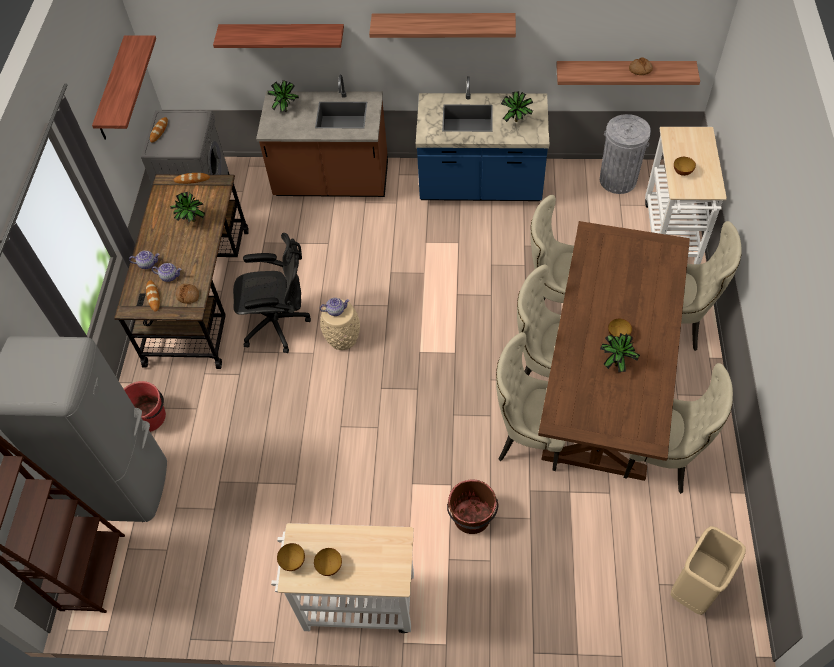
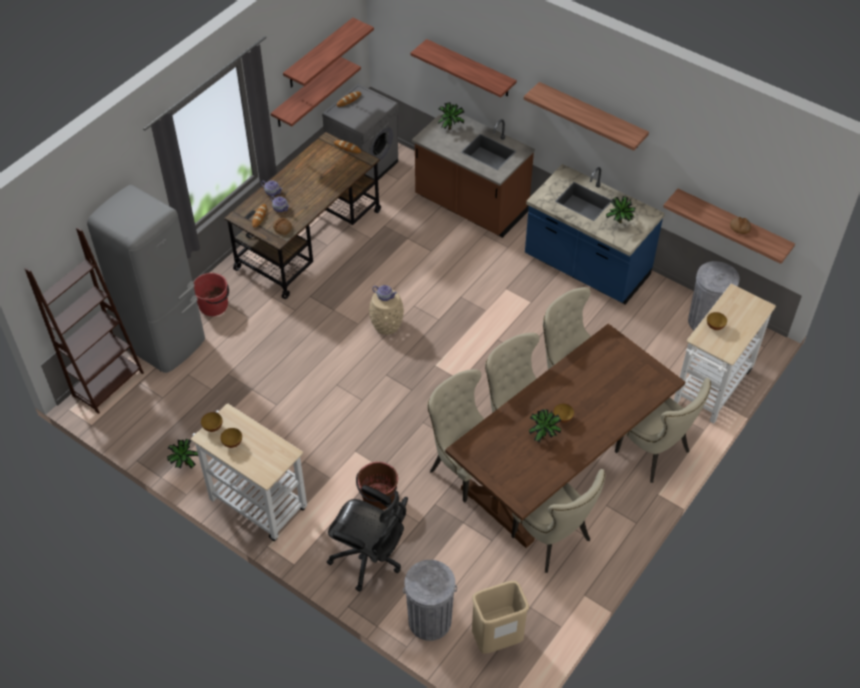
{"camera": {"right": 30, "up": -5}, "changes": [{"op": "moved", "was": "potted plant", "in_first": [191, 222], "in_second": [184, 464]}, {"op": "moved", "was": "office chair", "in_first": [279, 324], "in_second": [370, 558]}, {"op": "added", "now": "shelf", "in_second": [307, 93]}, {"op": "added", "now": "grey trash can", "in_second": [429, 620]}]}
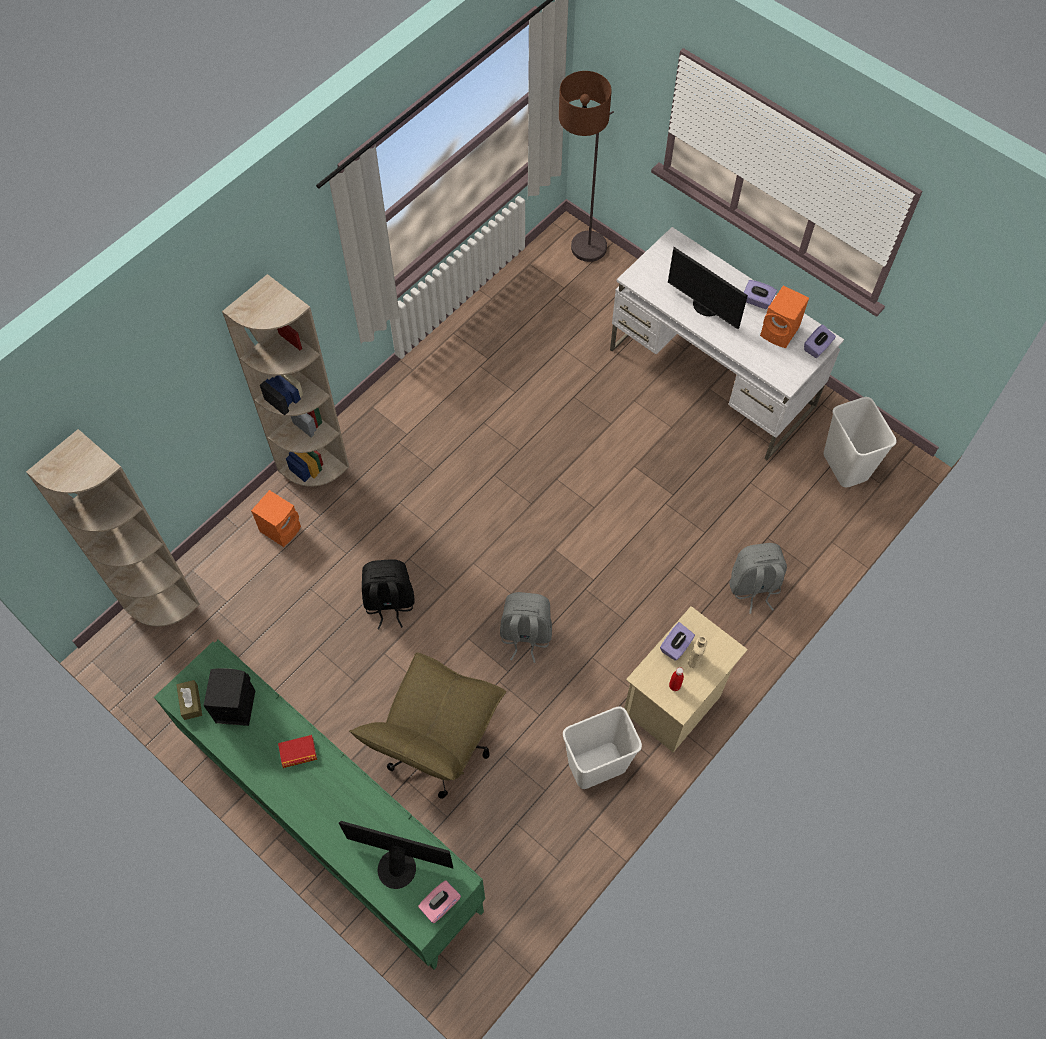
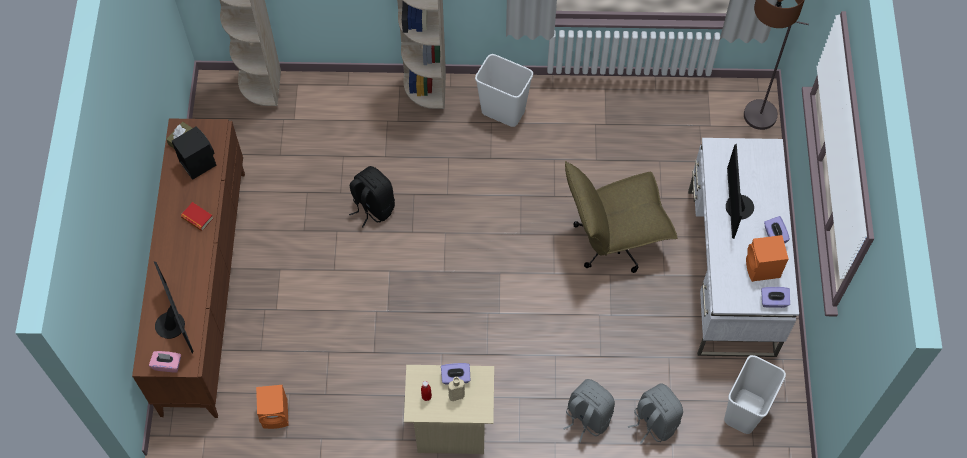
{"camera": {"right": 50, "up": 0}, "changes": [{"op": "moved", "was": "orange speaker", "in_first": [281, 528], "in_second": [276, 414]}, {"op": "moved", "was": "grey backpack", "in_first": [525, 635], "in_second": [653, 422]}, {"op": "recoloured", "was": "green cabinet", "now": "brown cabinet", "in_first": [331, 822], "in_second": [203, 289]}, {"op": "moved", "was": "beige office chair", "in_first": [438, 745], "in_second": [613, 240]}, {"op": "moved", "was": "white trash can", "in_first": [597, 766], "in_second": [502, 112]}]}
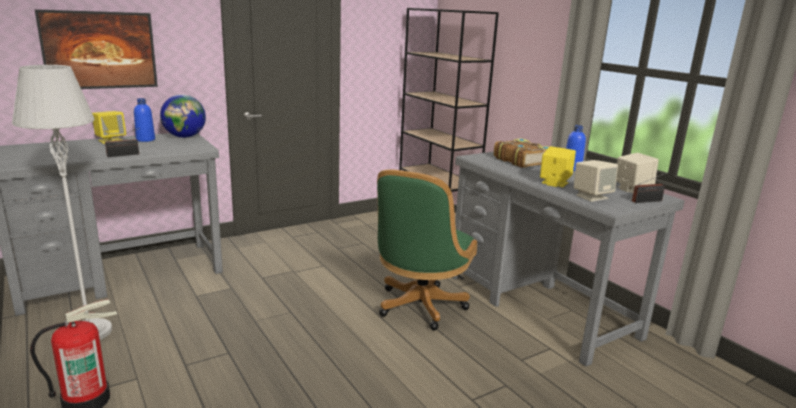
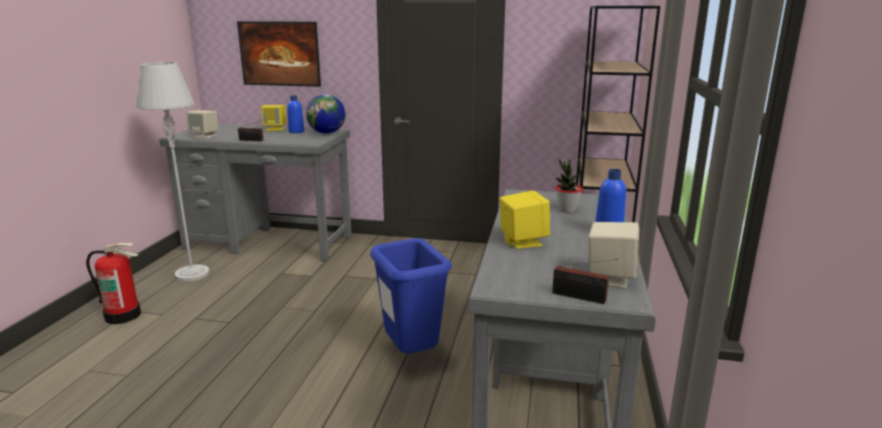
{"camera": {"right": 45, "up": 0}, "changes": [{"op": "replaced", "was": "book", "now": "potted plant", "in_first": [522, 161], "in_second": [567, 209]}, {"op": "moved", "was": "beige speaker", "in_first": [591, 196], "in_second": [205, 136]}, {"op": "replaced", "was": "green office chair", "now": "blue trash can", "in_first": [418, 310], "in_second": [411, 355]}]}
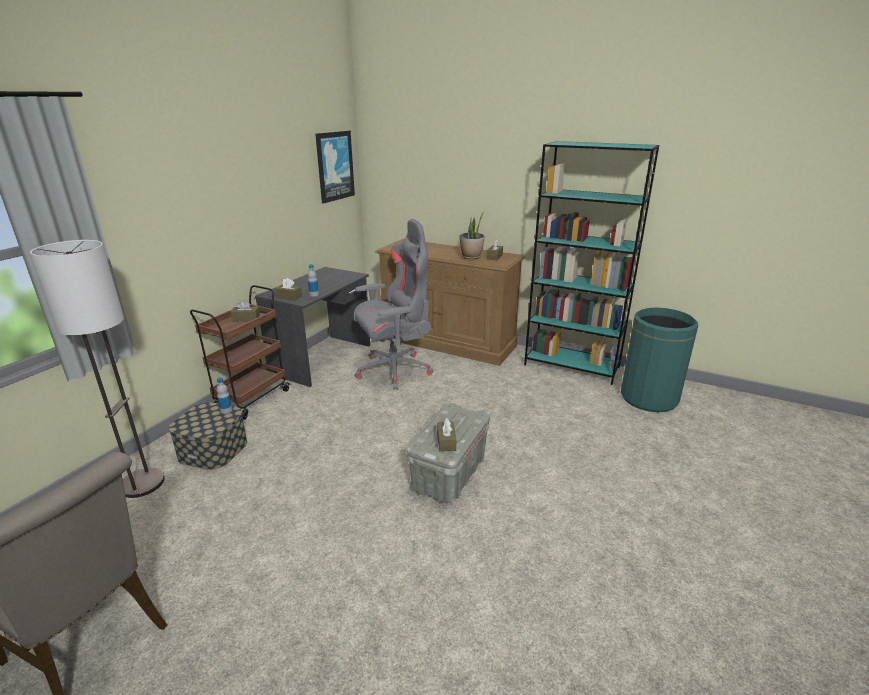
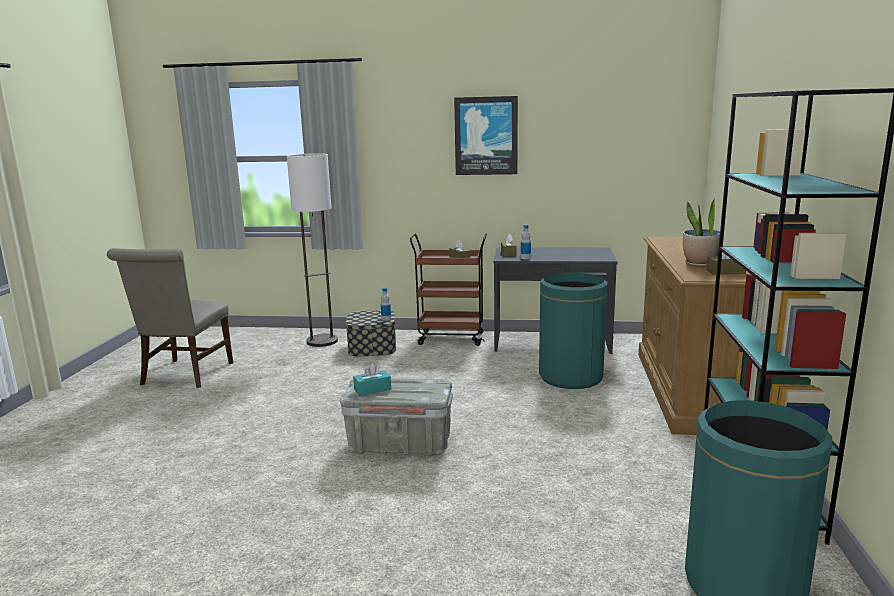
{"camera": {"right": 70, "up": -10}, "changes": [{"op": "moved", "was": "picture", "in_first": [334, 166], "in_second": [486, 136]}, {"op": "replaced", "was": "grey office chair", "now": "green trash can", "in_first": [393, 371], "in_second": [571, 377]}, {"op": "recoloured", "was": "brown tissue box", "now": "turquoise tissue box", "in_first": [446, 441], "in_second": [372, 389]}]}
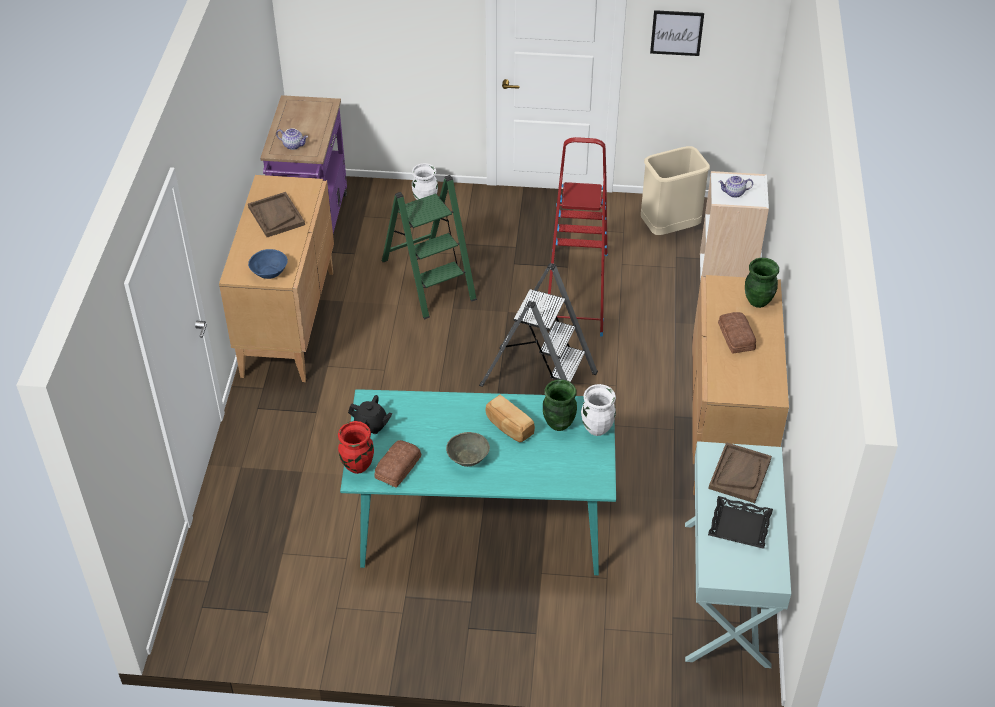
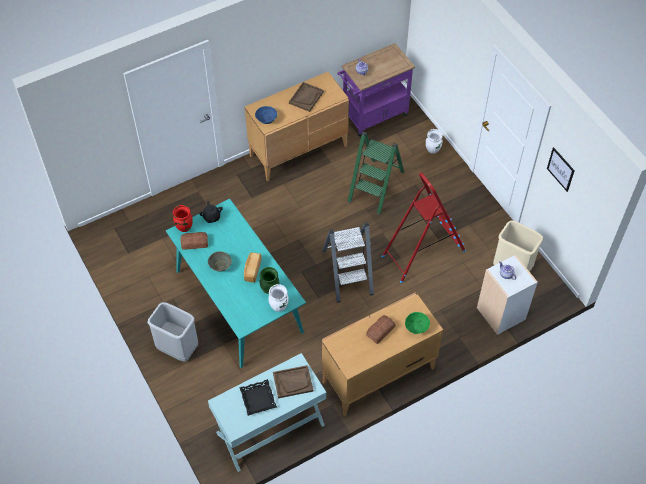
{"camera": {"right": 55, "up": 10}, "changes": [{"op": "replaced", "was": "green vase", "now": "green bowl", "in_first": [758, 301], "in_second": [417, 327]}, {"op": "added", "now": "grey trash can", "in_second": [177, 349]}]}
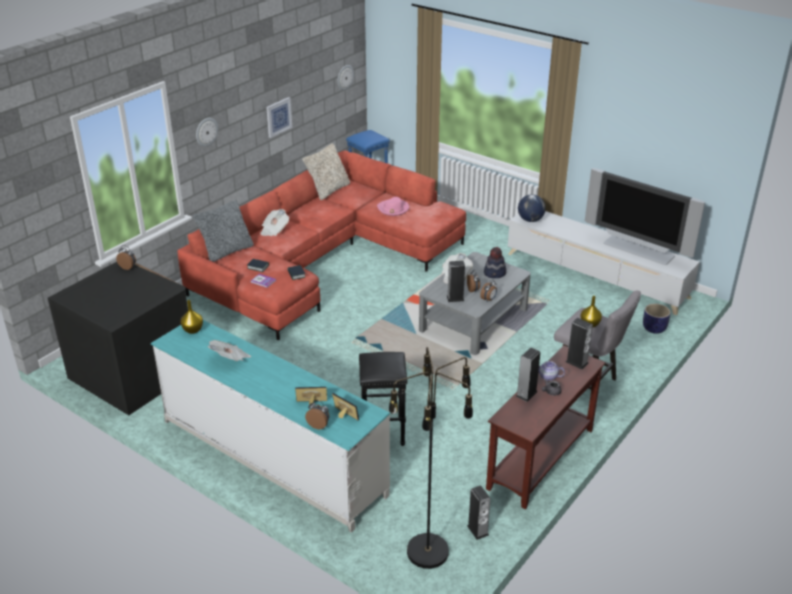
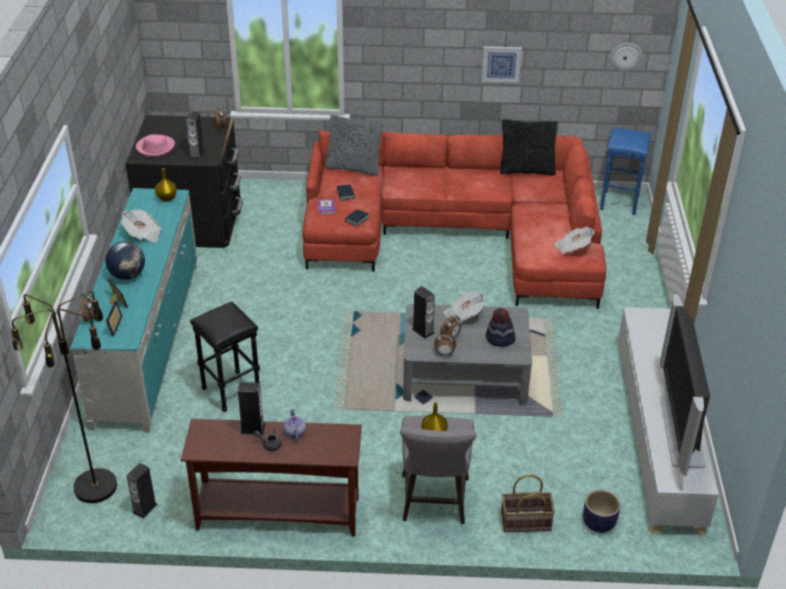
{"camera": {"right": 55, "up": 5}, "changes": [{"op": "removed", "was": "wall clock", "in_first": [206, 131]}, {"op": "recoloured", "was": "beige pillow", "now": "black pillow", "in_first": [328, 189], "in_second": [527, 168]}, {"op": "moved", "was": "globe", "in_first": [530, 220], "in_second": [128, 275]}, {"op": "moved", "was": "pink hat", "in_first": [393, 209], "in_second": [155, 147]}, {"op": "moved", "was": "newspaper", "in_first": [274, 230], "in_second": [572, 247]}, {"op": "moved", "was": "speaker", "in_first": [577, 362], "in_second": [197, 154]}, {"op": "added", "now": "basket", "in_second": [525, 522]}]}
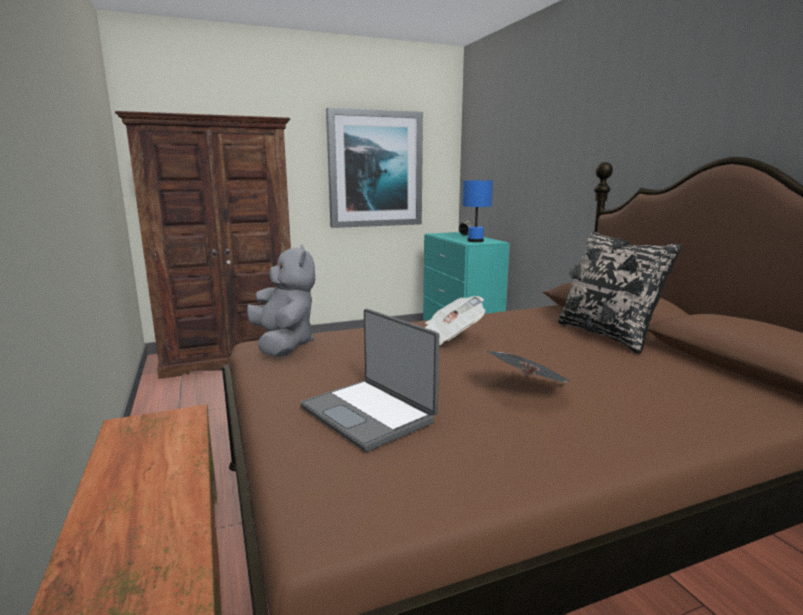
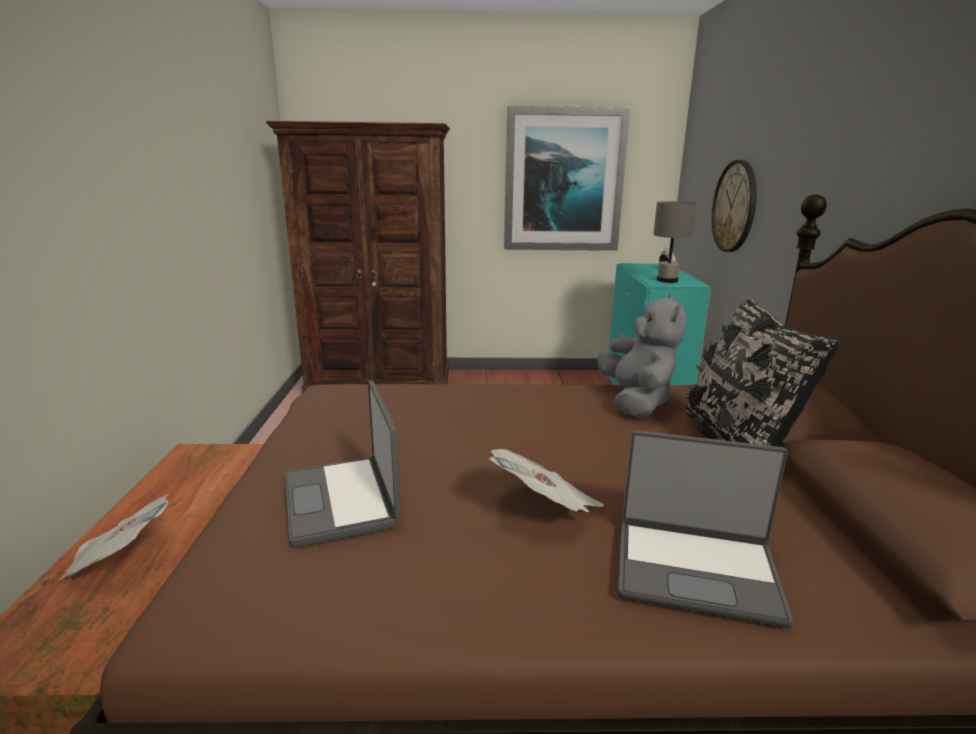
{"camera": {"right": 20, "up": 5}, "changes": [{"op": "recoloured", "was": "blue table lamp", "now": "grey table lamp", "in_first": [475, 241], "in_second": [667, 280]}, {"op": "moved", "was": "grey plush toy", "in_first": [283, 344], "in_second": [636, 401]}, {"op": "moved", "was": "newspaper", "in_first": [448, 338], "in_second": [122, 558]}, {"op": "added", "now": "wall clock", "in_second": [734, 206]}, {"op": "added", "now": "laptop", "in_second": [696, 570]}]}
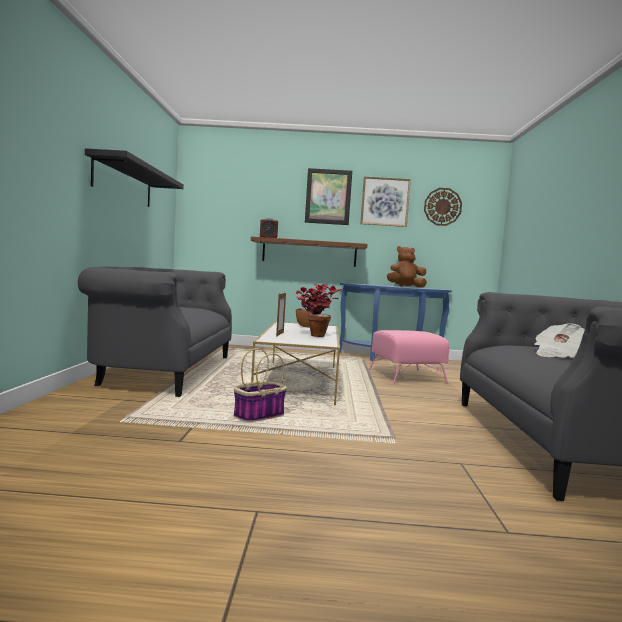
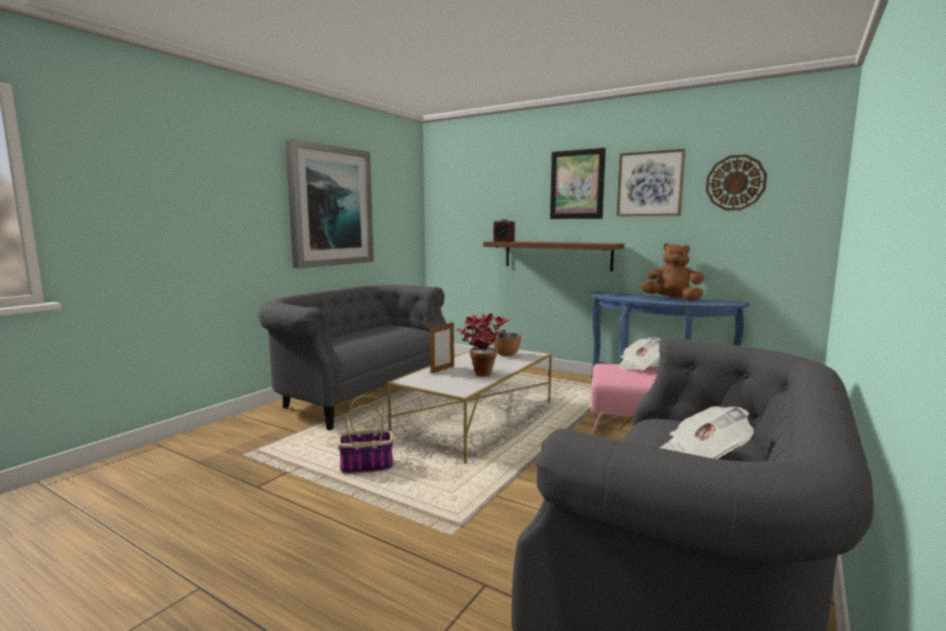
{"camera": {"right": 30, "up": 5}, "changes": [{"op": "replaced", "was": "black shelf", "now": "picture", "in_first": [124, 183], "in_second": [330, 206]}, {"op": "added", "now": "newspaper", "in_second": [640, 366]}]}
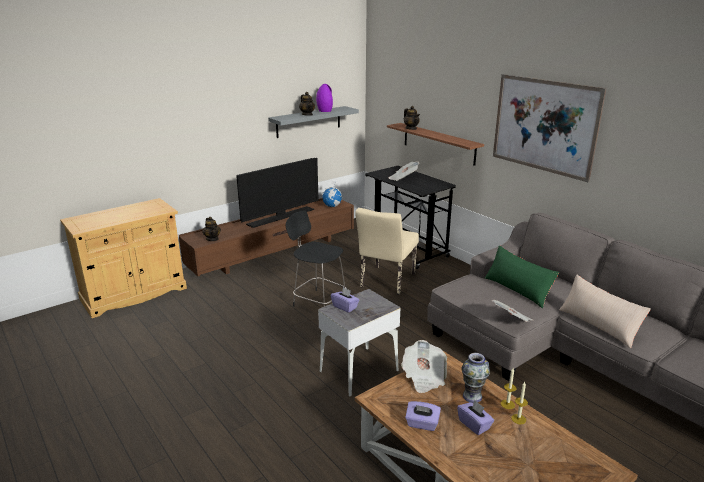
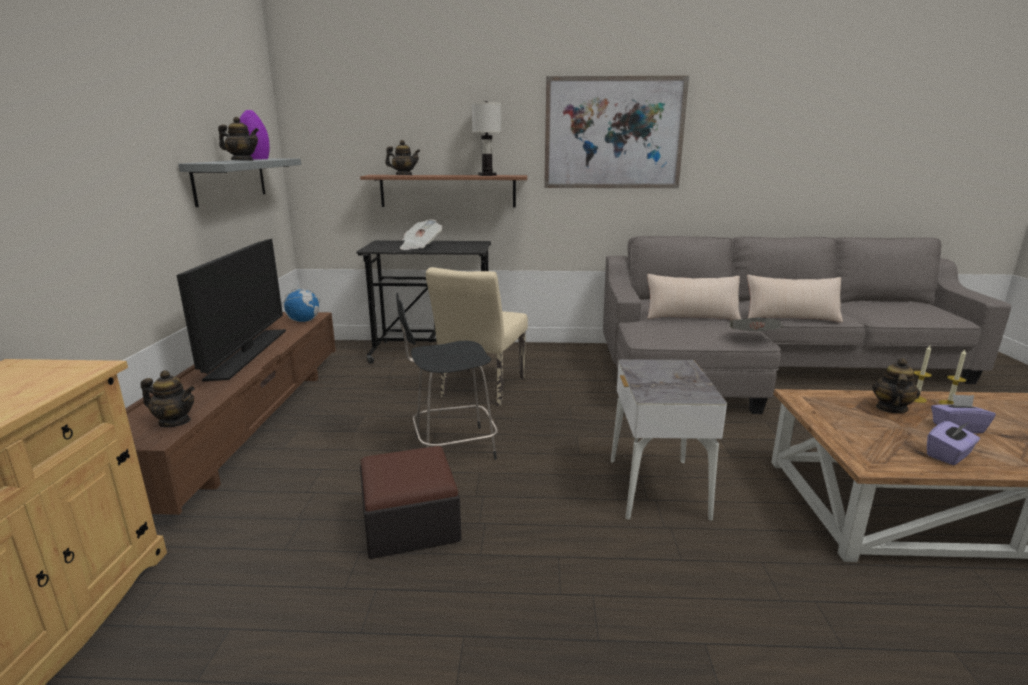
{"camera": {"right": -50, "up": -5}, "changes": [{"op": "turned", "was": "beige chair", "in_first": [385, 282], "in_second": [480, 390], "clockwise": 45}, {"op": "recoloured", "was": "green pillow", "now": "beige pillow", "in_first": [517, 290], "in_second": [691, 317]}, {"op": "removed", "was": "purple tissue box", "in_first": [345, 307]}, {"op": "removed", "was": "newspaper", "in_first": [423, 377]}, {"op": "replaced", "was": "vase", "now": "teapot", "in_first": [472, 396], "in_second": [890, 408]}, {"op": "added", "now": "white table lamp", "in_second": [487, 175]}, {"op": "added", "now": "ottoman", "in_second": [410, 523]}]}
